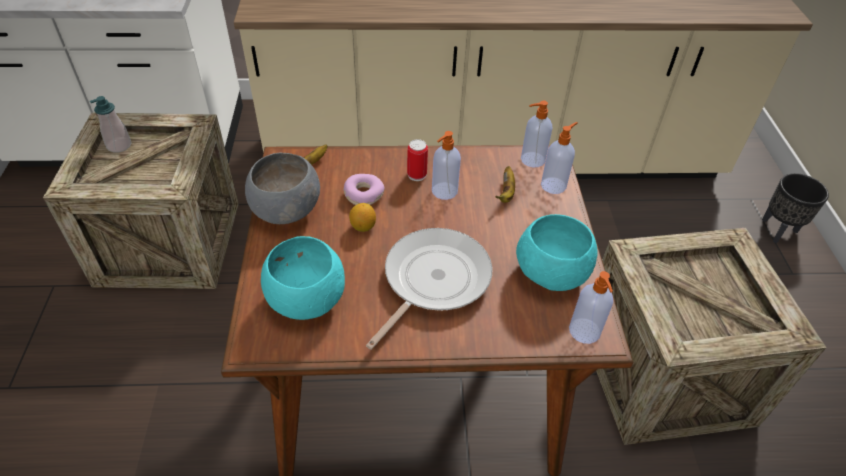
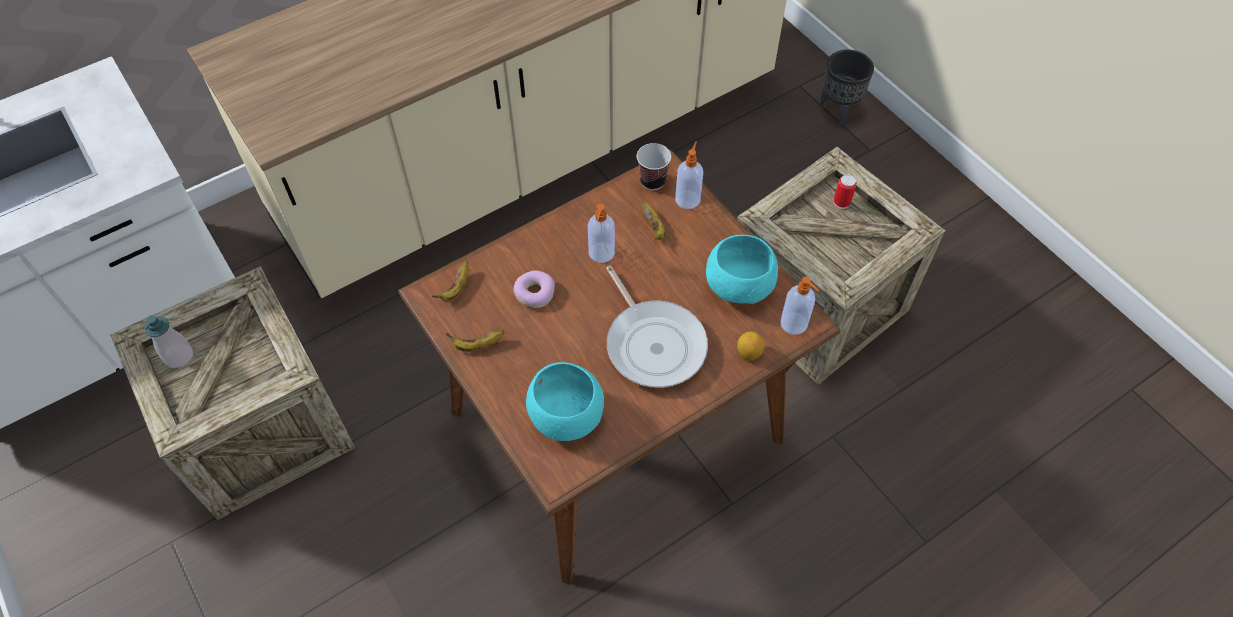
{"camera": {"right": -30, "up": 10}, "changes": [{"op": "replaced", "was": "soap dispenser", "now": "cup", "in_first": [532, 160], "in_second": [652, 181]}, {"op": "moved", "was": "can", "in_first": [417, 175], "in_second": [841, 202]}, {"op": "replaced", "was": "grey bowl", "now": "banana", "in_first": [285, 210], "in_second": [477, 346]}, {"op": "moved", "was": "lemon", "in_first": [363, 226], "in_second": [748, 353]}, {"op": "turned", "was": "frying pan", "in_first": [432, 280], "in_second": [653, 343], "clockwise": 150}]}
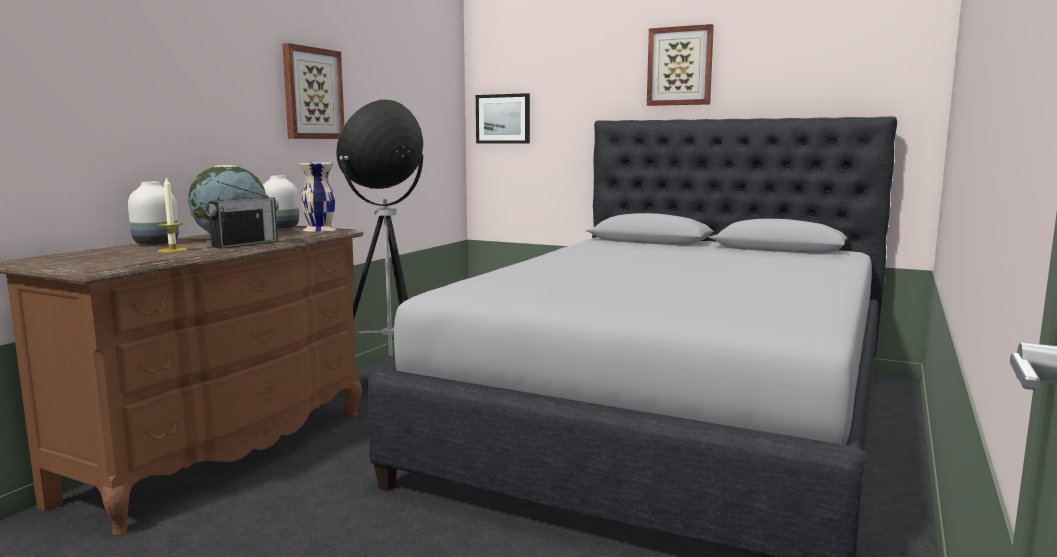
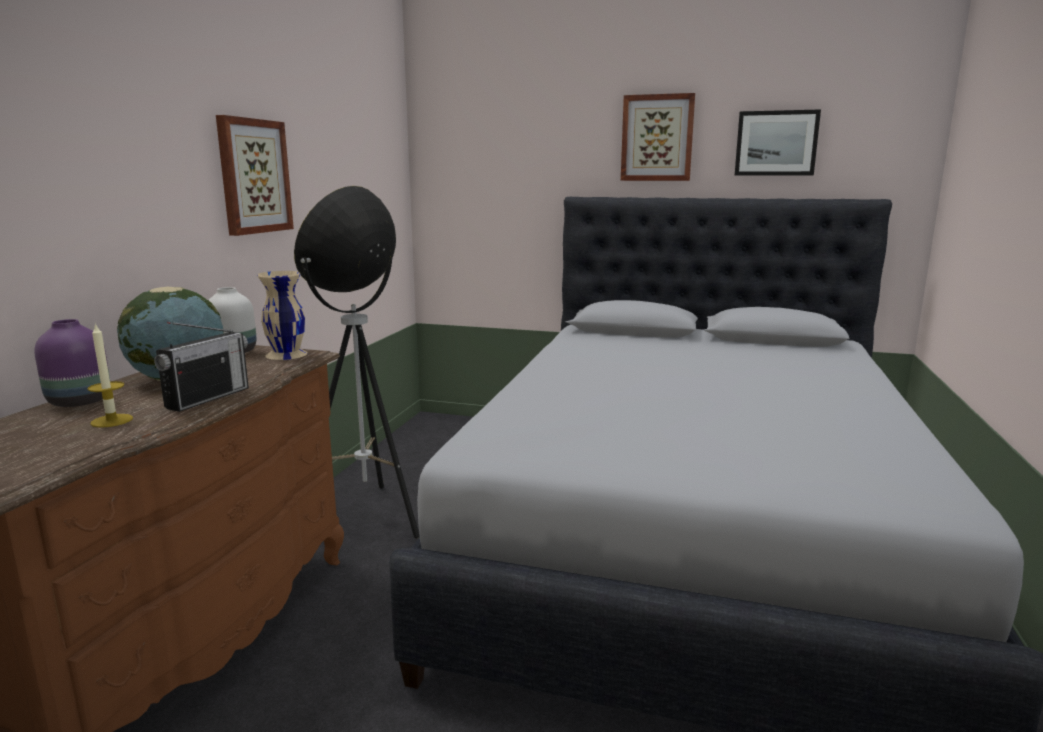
{"camera": {"right": -10, "up": 5}, "changes": [{"op": "moved", "was": "picture", "in_first": [503, 119], "in_second": [776, 143]}, {"op": "recoloured", "was": "white vase", "now": "purple vase", "in_first": [155, 243], "in_second": [78, 402]}]}
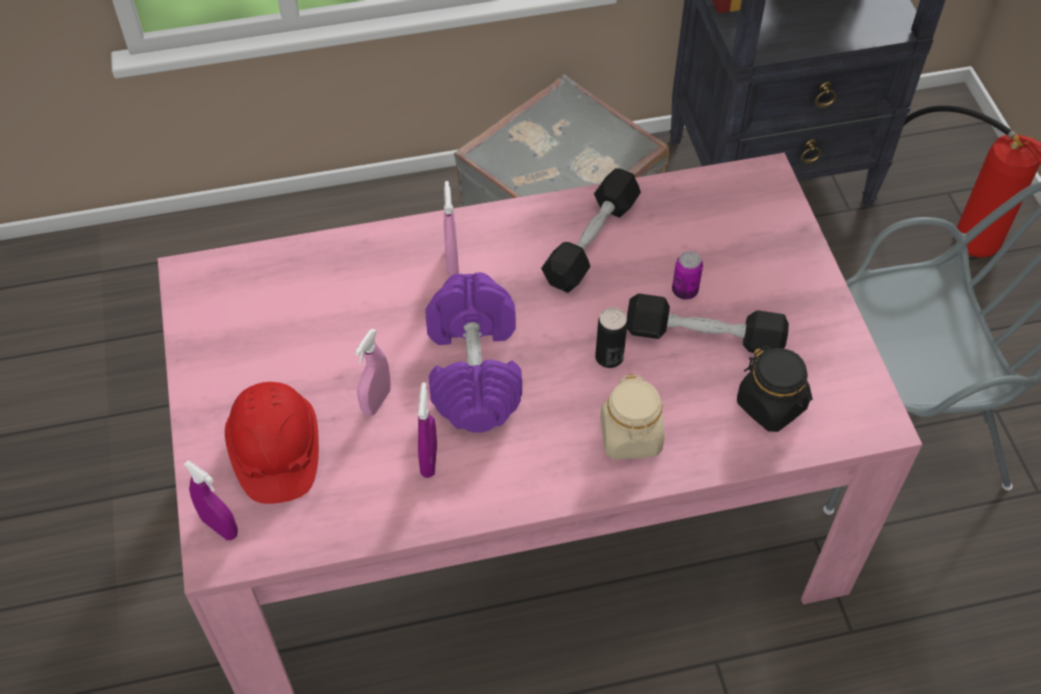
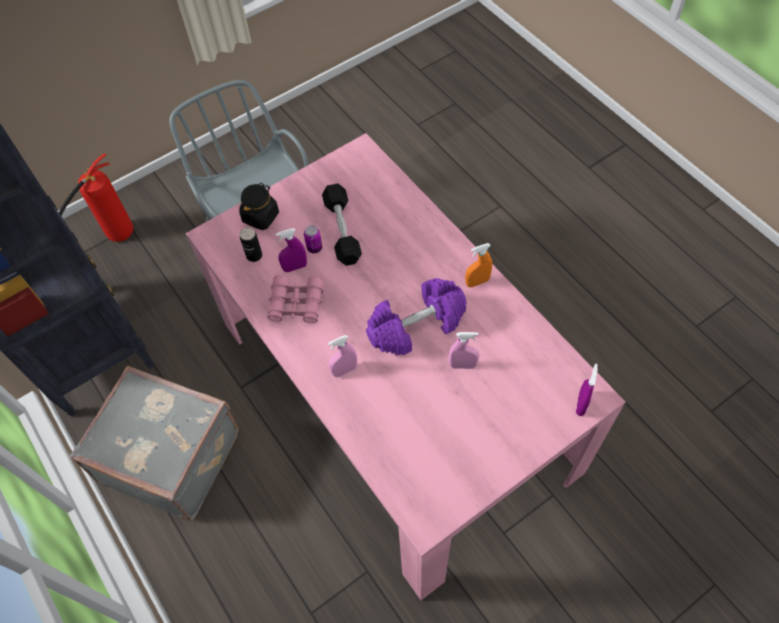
{"camera": {"right": -110, "up": 5}, "changes": [{"op": "replaced", "was": "black dumbbell", "now": "pink binoculars", "in_first": [591, 241], "in_second": [296, 304]}, {"op": "moved", "was": "can", "in_first": [609, 357], "in_second": [254, 255]}, {"op": "moved", "was": "black jar", "in_first": [771, 405], "in_second": [260, 216]}, {"op": "removed", "was": "beige jar", "in_first": [631, 437]}, {"op": "removed", "was": "red hard hat", "in_first": [276, 452]}, {"op": "moved", "was": "purple spray bottle", "in_first": [429, 460], "in_second": [295, 267]}, {"op": "added", "now": "orange spray bottle", "in_second": [477, 282]}]}
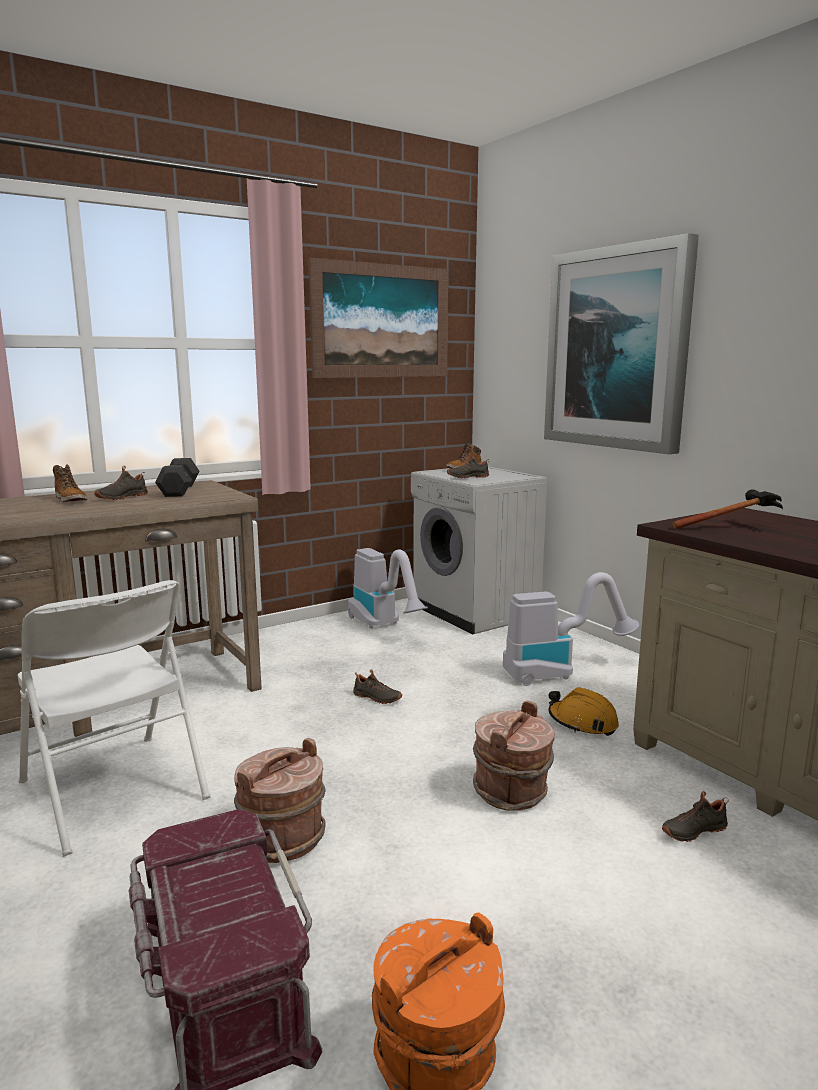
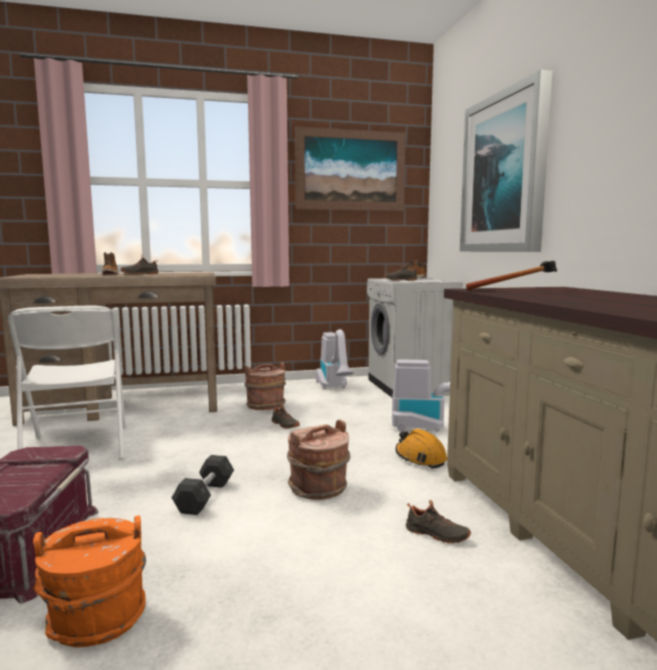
{"camera": {"right": 20, "up": -5}, "changes": [{"op": "moved", "was": "grey dumbbell", "in_first": [179, 490], "in_second": [205, 496]}, {"op": "moved", "was": "brown bucket", "in_first": [282, 838], "in_second": [265, 406]}, {"op": "turned", "was": "black shoe", "in_first": [693, 830], "in_second": [436, 535], "clockwise": -150}]}
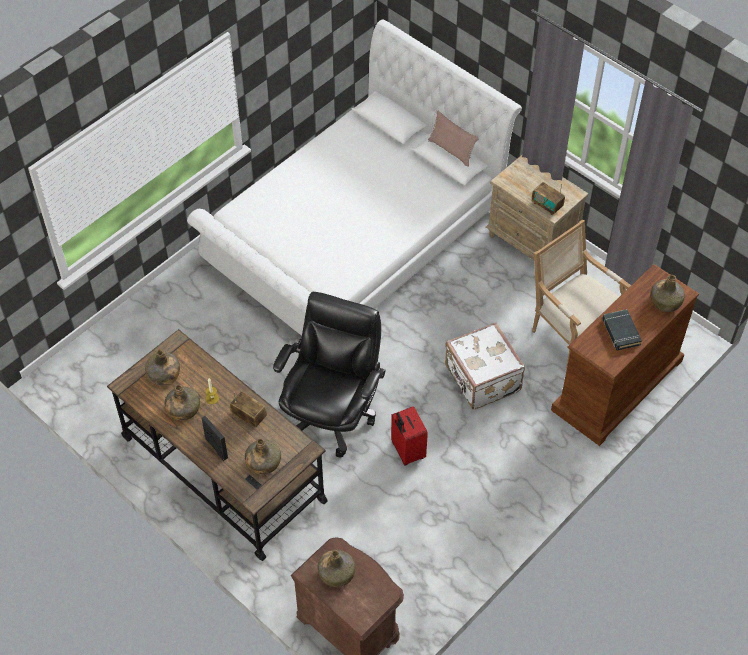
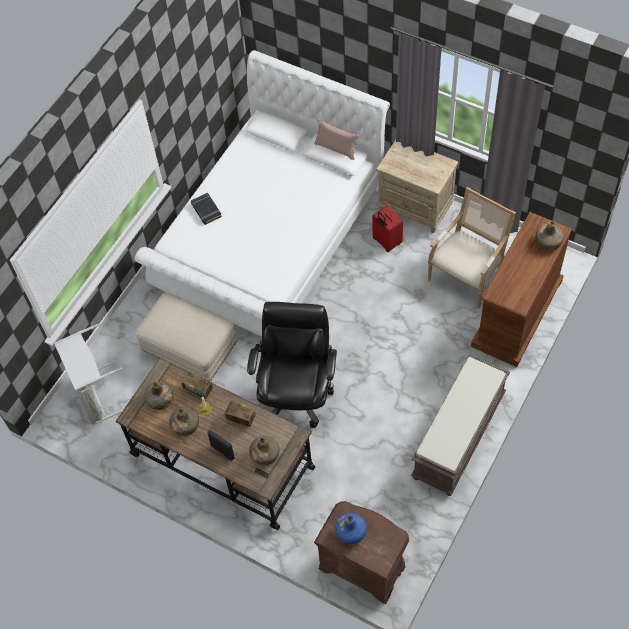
{"camera": {"right": -10, "up": 5}, "changes": [{"op": "moved", "was": "radio", "in_first": [547, 205], "in_second": [198, 390]}, {"op": "turned", "was": "armchair", "in_first": [570, 330], "in_second": [467, 275], "clockwise": 90}, {"op": "moved", "was": "black book", "in_first": [620, 332], "in_second": [206, 210]}, {"op": "removed", "was": "white suitcase", "in_first": [481, 379]}, {"op": "moved", "was": "red suitcase", "in_first": [407, 451], "in_second": [386, 242]}, {"op": "recoloured", "was": "green bottle", "now": "blue bottle", "in_first": [336, 573], "in_second": [351, 532]}, {"op": "added", "now": "beige ottoman", "in_second": [190, 349]}, {"op": "added", "now": "grey laundry basket", "in_second": [96, 396]}, {"op": "added", "now": "brown bench", "in_second": [459, 437]}]}
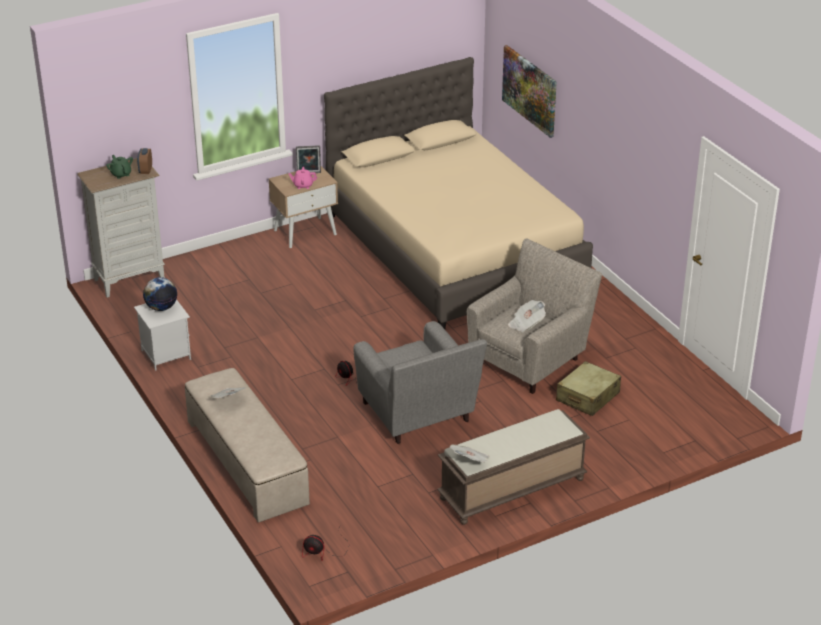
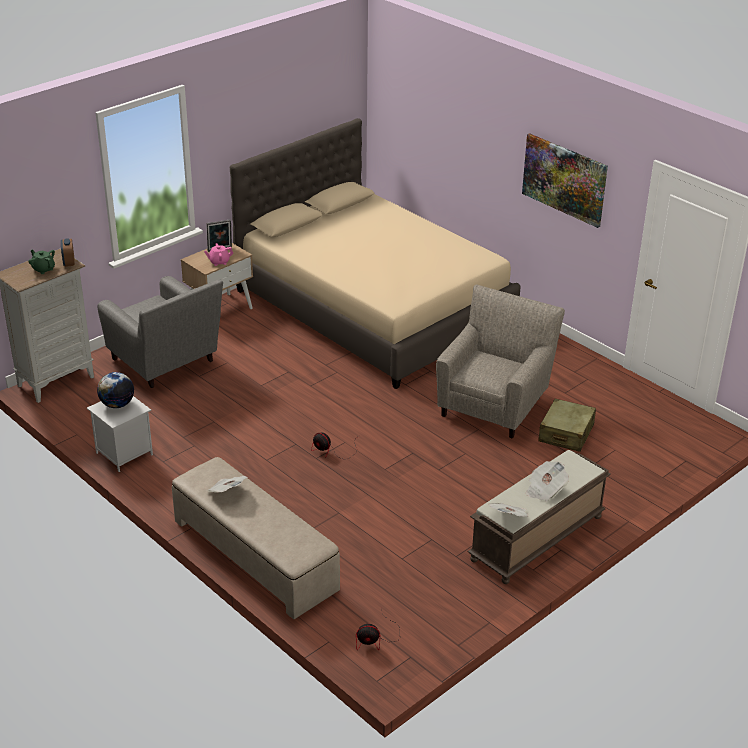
{"camera": {"right": -15, "up": 0}, "changes": [{"op": "moved", "was": "picture", "in_first": [530, 90], "in_second": [564, 179]}, {"op": "moved", "was": "newspaper", "in_first": [526, 324], "in_second": [545, 490]}, {"op": "moved", "was": "grey armchair", "in_first": [417, 415], "in_second": [165, 363]}]}
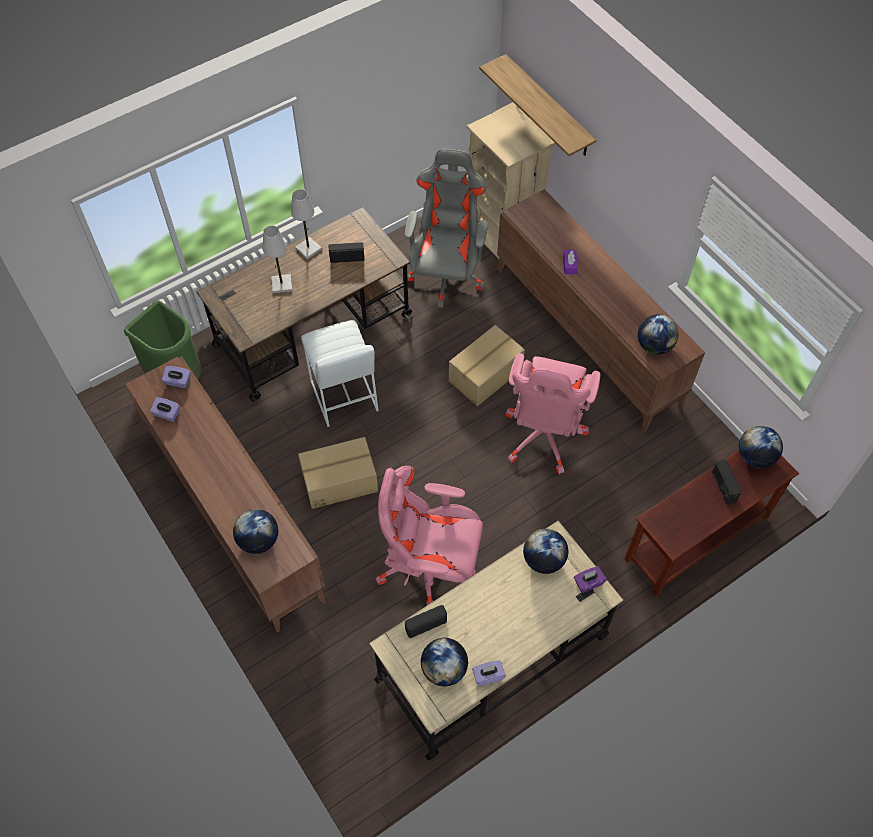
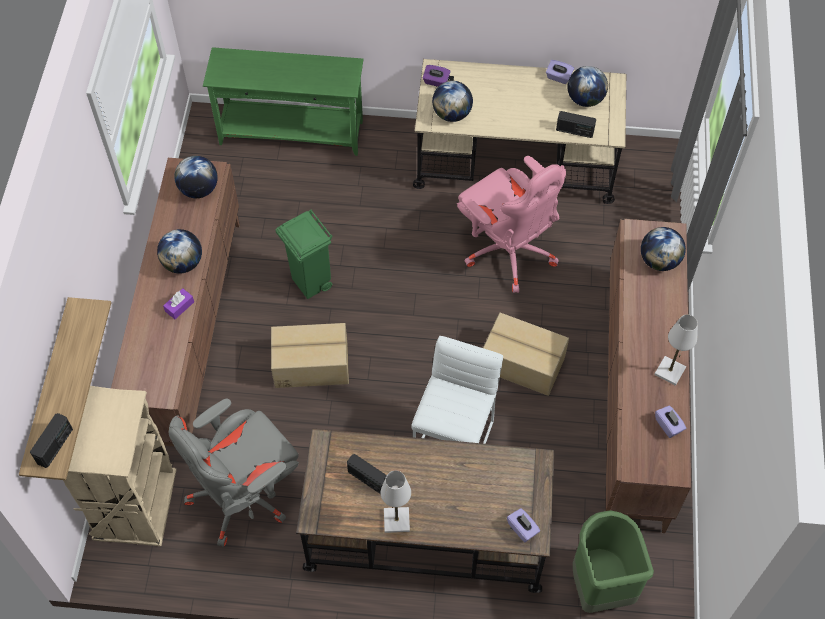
{"camera": {"right": -140, "up": 0}, "changes": [{"op": "moved", "was": "white table lamp", "in_first": [281, 284], "in_second": [670, 371]}, {"op": "replaced", "was": "pink office chair", "now": "green trash can", "in_first": [545, 429], "in_second": [311, 283]}, {"op": "moved", "was": "purple tissue box", "in_first": [178, 382], "in_second": [522, 529]}, {"op": "moved", "was": "globe", "in_first": [755, 457], "in_second": [183, 263]}, {"op": "recoloured", "was": "brown console table", "now": "green console table", "in_first": [696, 539], "in_second": [292, 132]}, {"op": "moved", "was": "radio", "in_first": [723, 487], "in_second": [55, 446]}]}
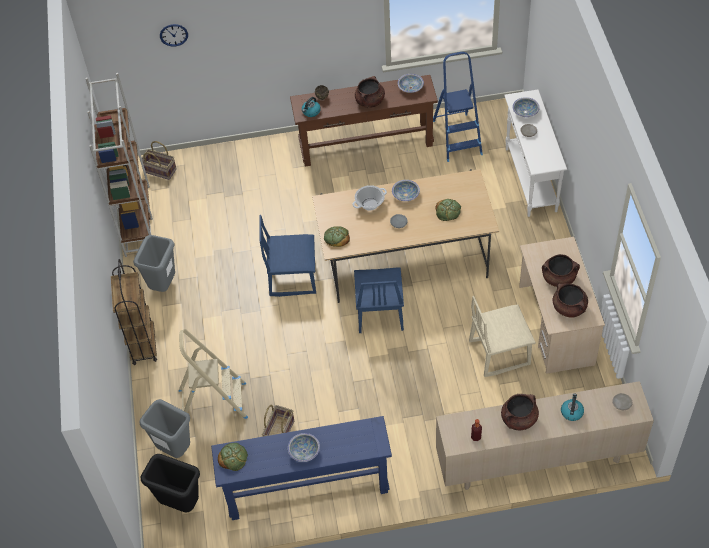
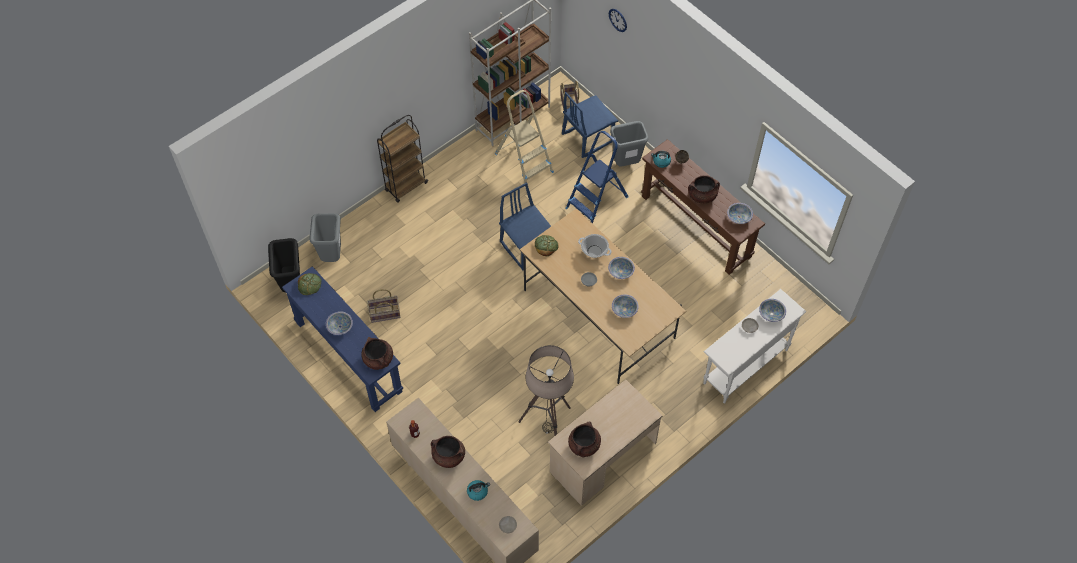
{"camera": {"right": 55, "up": 5}, "changes": [{"op": "moved", "was": "blue step ladder", "in_first": [457, 137], "in_second": [596, 203]}, {"op": "replaced", "was": "bread", "now": "bowl", "in_first": [448, 211], "in_second": [624, 309]}, {"op": "moved", "was": "grey trash can", "in_first": [163, 285], "in_second": [626, 163]}, {"op": "moved", "was": "brown cooking pot", "in_first": [558, 278], "in_second": [378, 359]}, {"op": "moved", "was": "blue chair", "in_first": [379, 313], "in_second": [587, 137]}, {"op": "replaced", "was": "beige chair", "now": "floor lamp", "in_first": [499, 352], "in_second": [549, 427]}, {"op": "moved", "was": "beige step ladder", "in_first": [213, 403], "in_second": [524, 163]}]}
